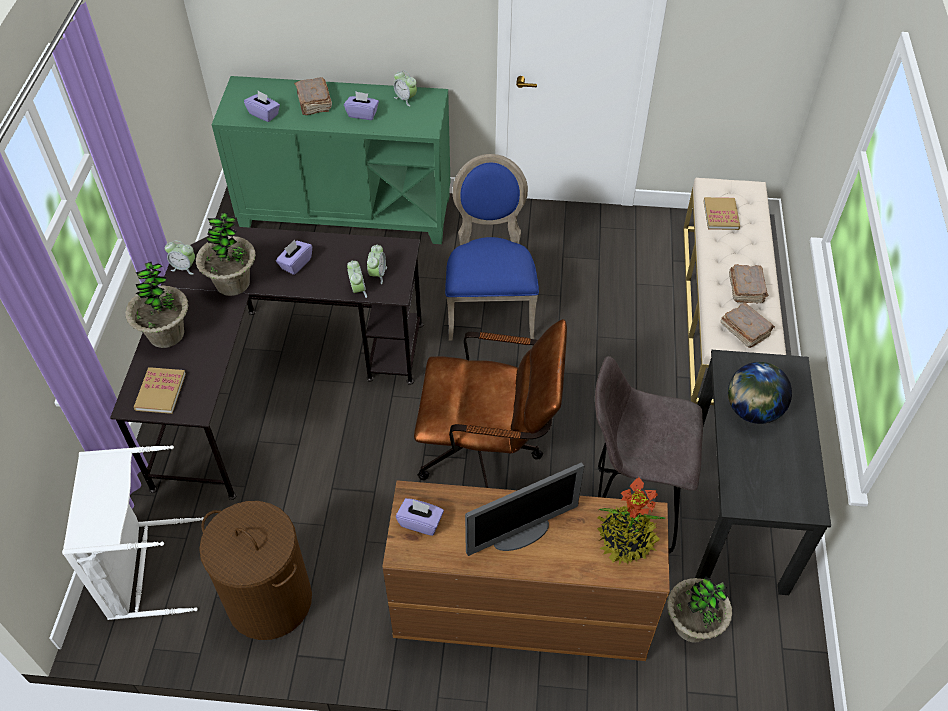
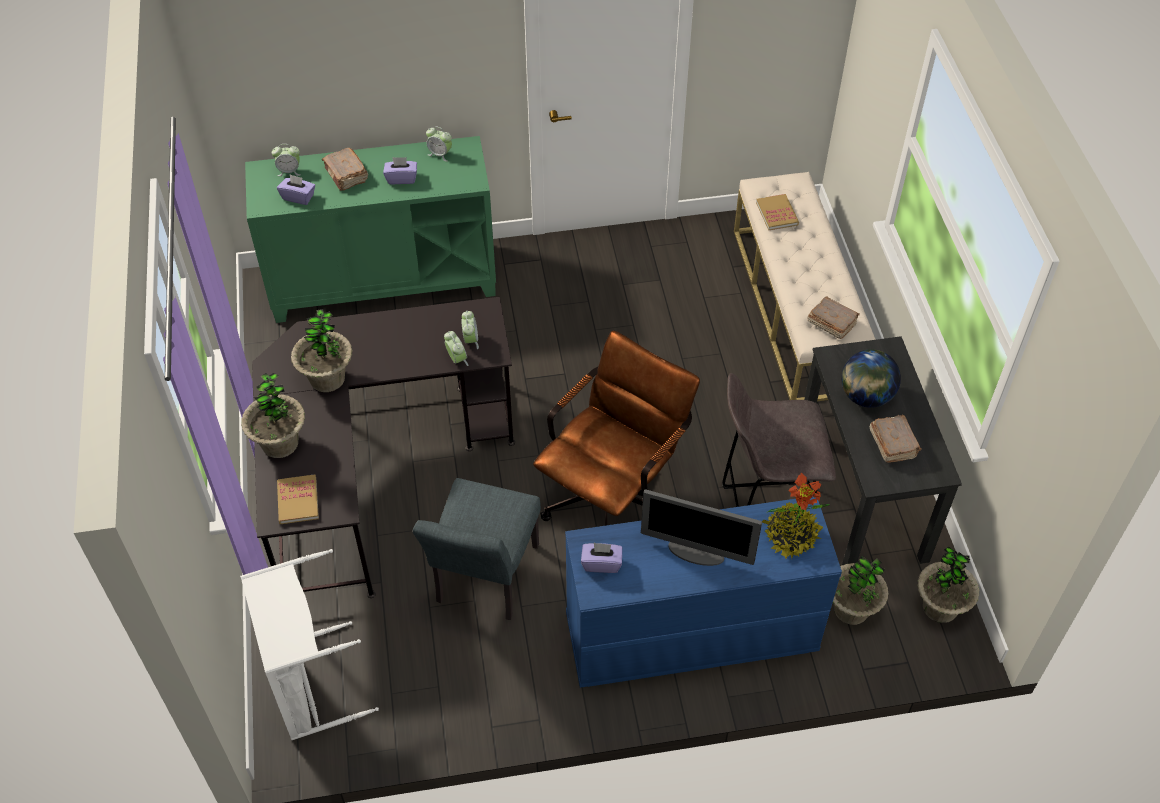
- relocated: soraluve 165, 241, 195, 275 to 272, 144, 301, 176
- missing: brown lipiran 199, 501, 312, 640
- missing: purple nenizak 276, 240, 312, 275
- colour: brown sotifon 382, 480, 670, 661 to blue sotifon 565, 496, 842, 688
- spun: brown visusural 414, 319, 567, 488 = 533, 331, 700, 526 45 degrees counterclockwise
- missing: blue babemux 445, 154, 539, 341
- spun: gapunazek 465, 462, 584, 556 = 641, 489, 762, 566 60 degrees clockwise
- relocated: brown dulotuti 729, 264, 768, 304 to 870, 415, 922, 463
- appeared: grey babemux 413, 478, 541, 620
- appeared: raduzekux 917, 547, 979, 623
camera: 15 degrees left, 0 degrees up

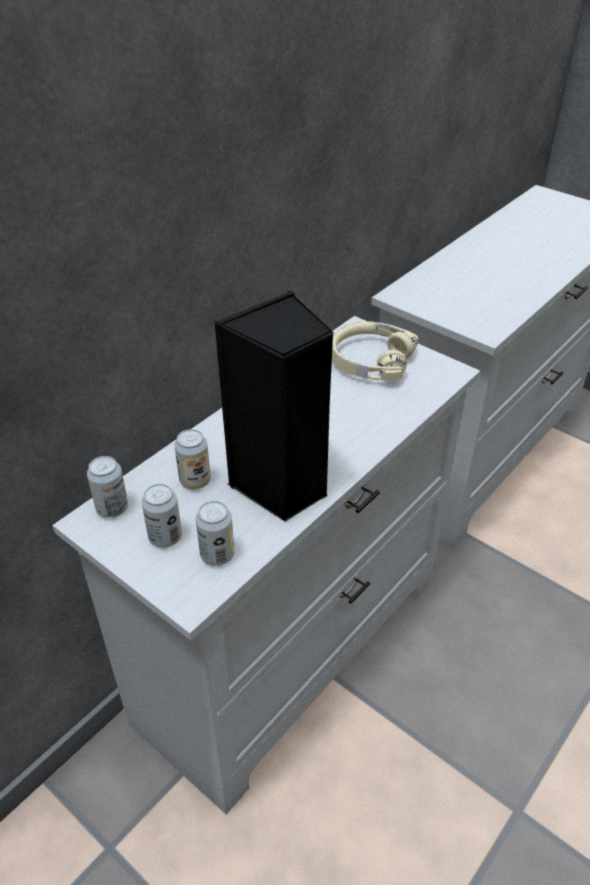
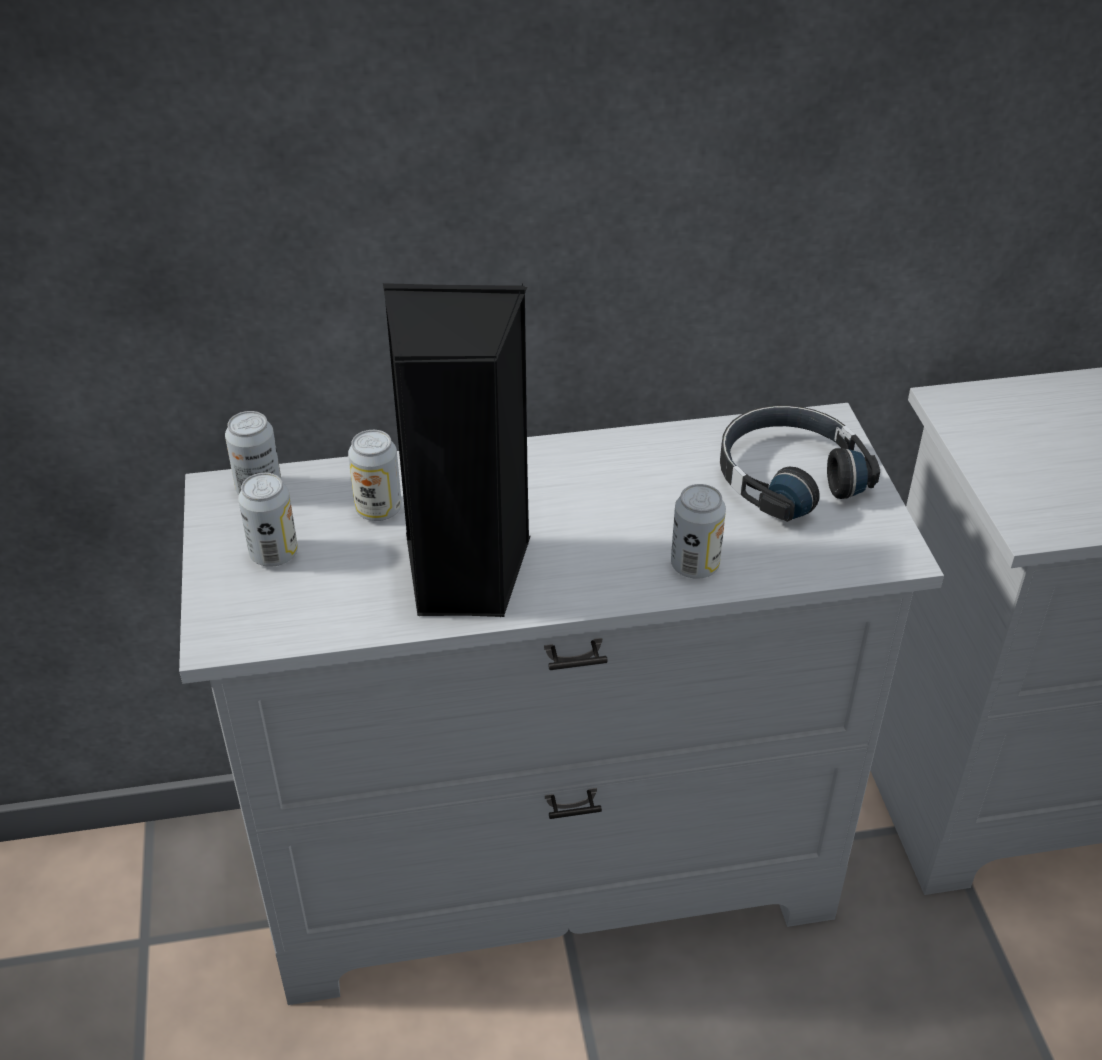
- relocated: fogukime 196, 501, 234, 566 to 671, 484, 726, 579
- colour: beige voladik 332, 321, 418, 380 to black voladik 720, 405, 880, 522
camera: 40 degrees right, 0 degrees up

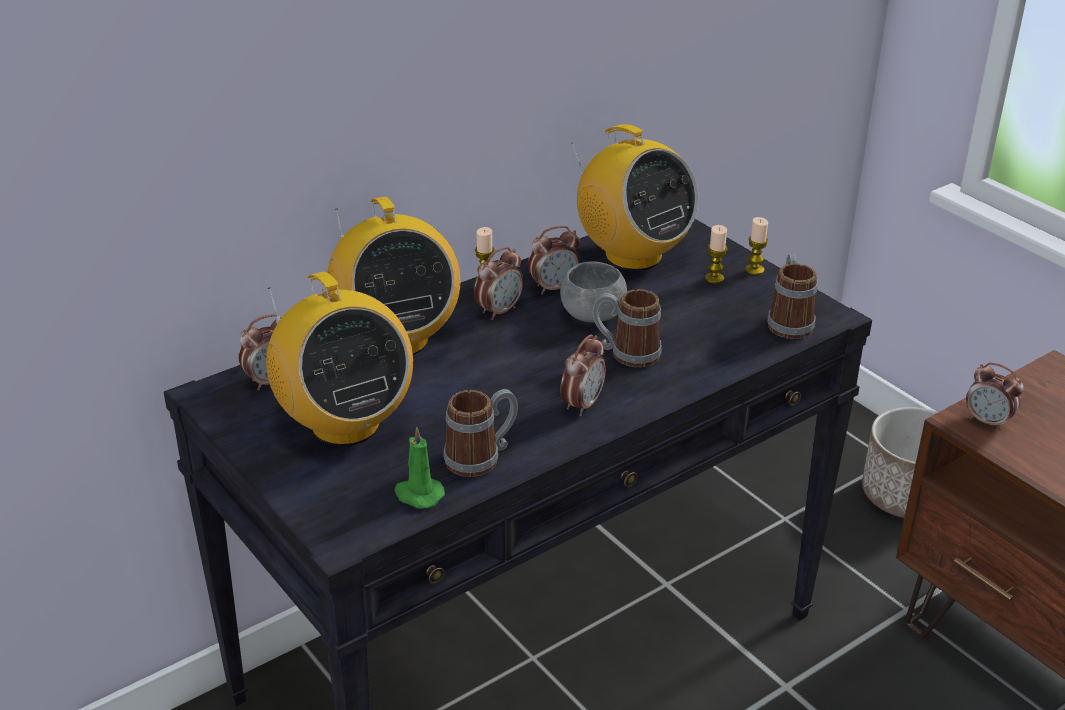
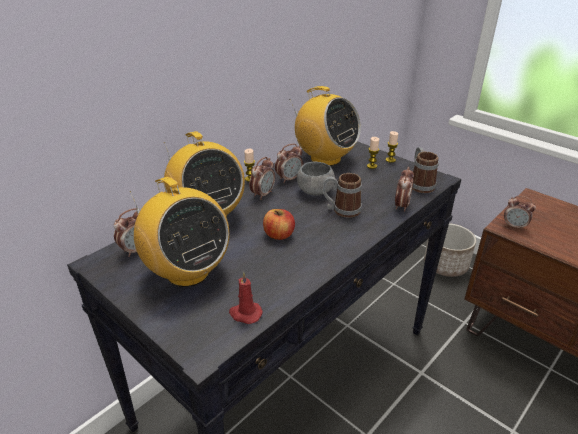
- colour: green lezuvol 395, 427, 445, 509 to red lezuvol 229, 272, 263, 324
- missing: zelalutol 443, 389, 518, 477
- relocated: soraluve 560, 334, 606, 416 to 395, 167, 414, 212
- appeared: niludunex 263, 209, 295, 240
camera: 10 degrees left, 0 degrees up

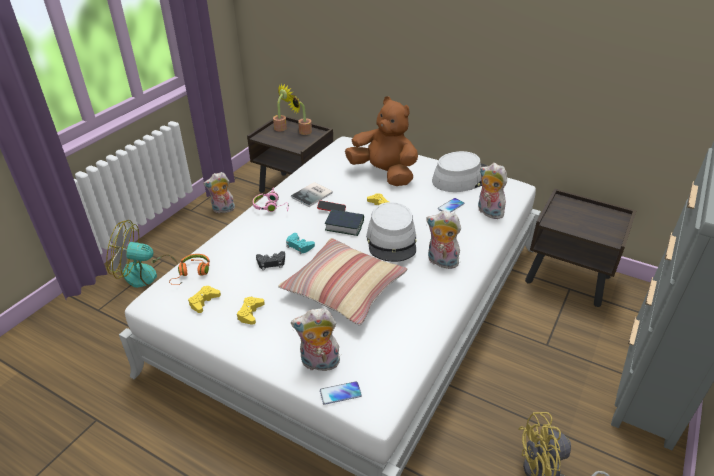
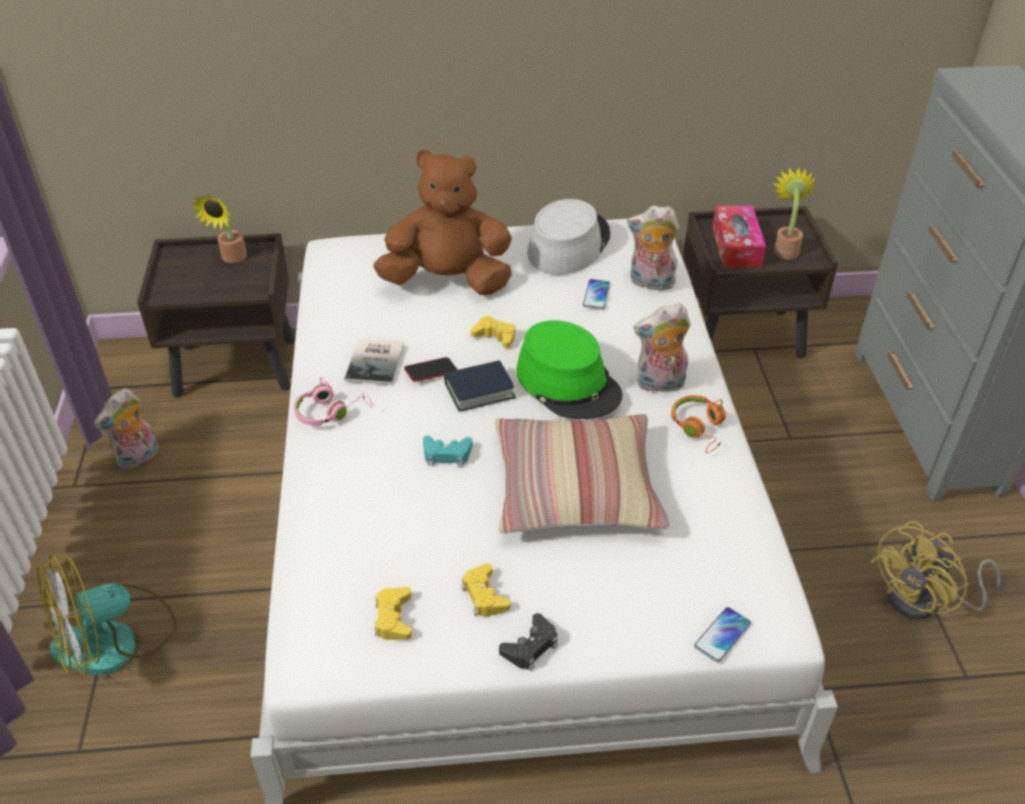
- relocated: orange voladik 169, 254, 210, 285 to 671, 395, 726, 453
- relocated: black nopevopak 256, 251, 285, 270 to 499, 613, 558, 671
- relocated: raduzekux 273, 84, 292, 131 to 773, 167, 816, 260
- missing: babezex 291, 308, 340, 374
- colour: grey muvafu 366, 202, 417, 262 to green muvafu 516, 320, 622, 419
- appeared: nenizak 712, 206, 766, 268
camera: 35 degrees left, 5 degrees up

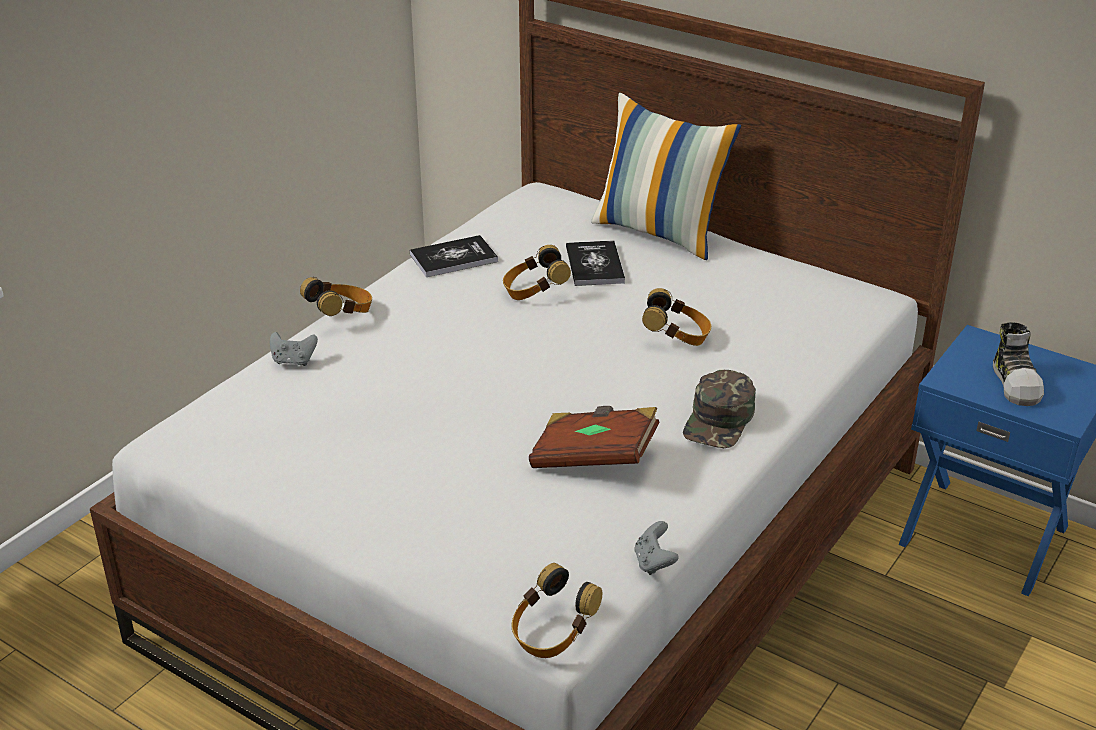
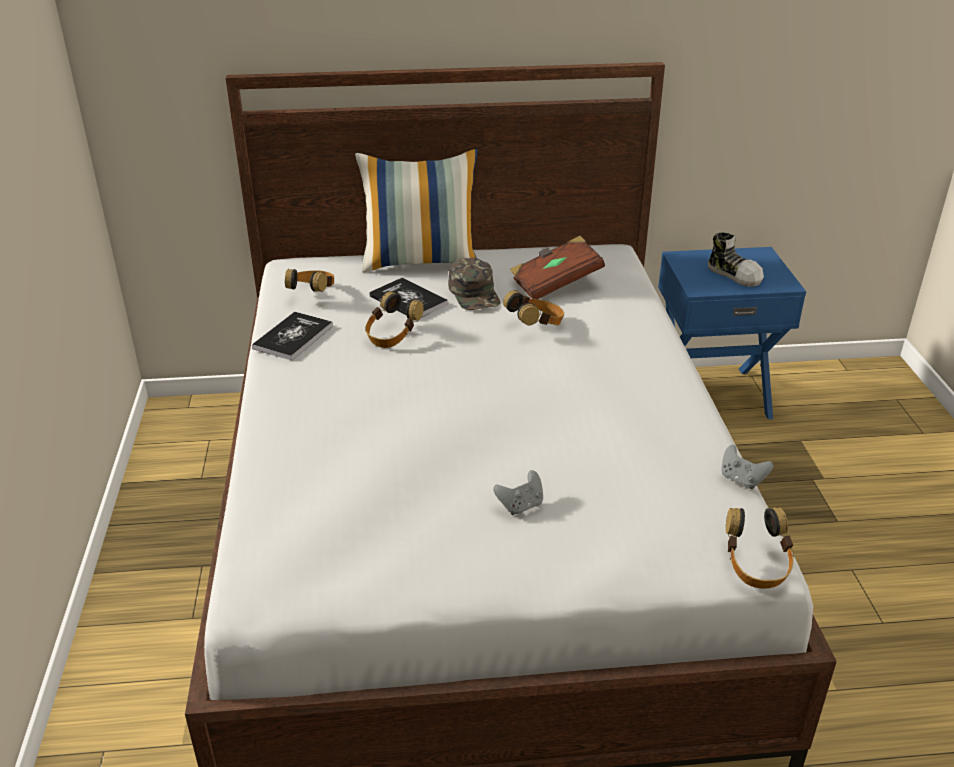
- relocated: grey nopevopak 270, 332, 318, 366 to 493, 470, 543, 515
- relocated: voladik 300, 277, 372, 316 to 285, 269, 334, 292
- relocated: brown dulotuti 529, 406, 660, 468 to 510, 236, 605, 299
- relocated: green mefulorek 683, 370, 756, 448 to 448, 257, 501, 310
camera: 40 degrees left, 0 degrees up

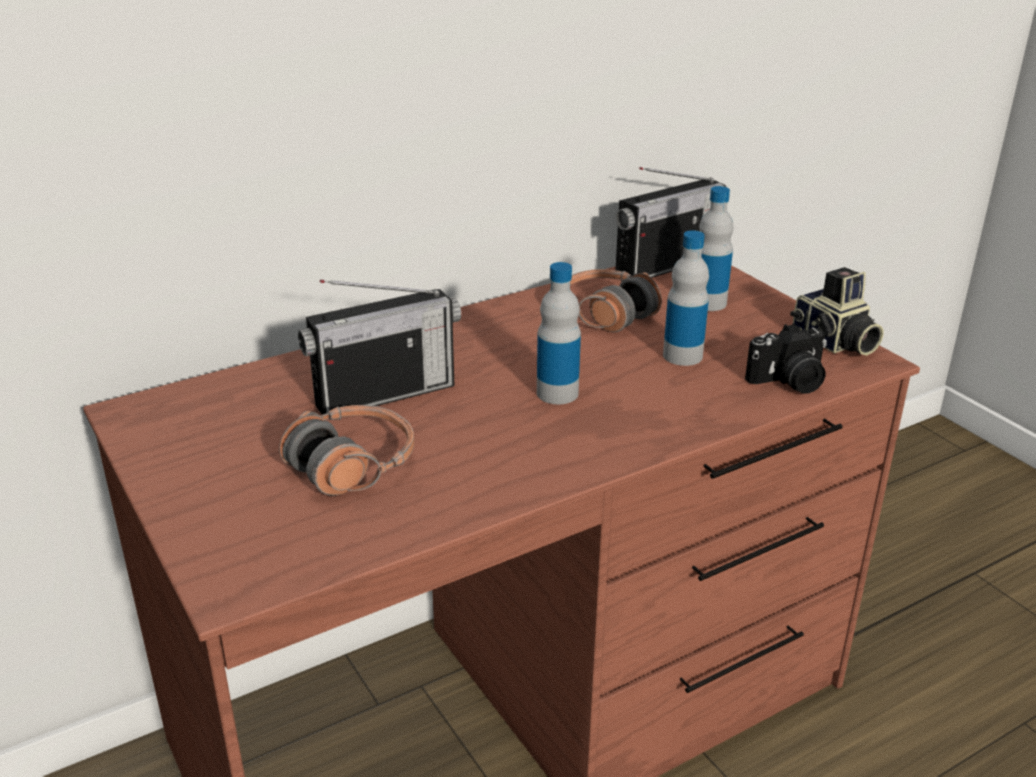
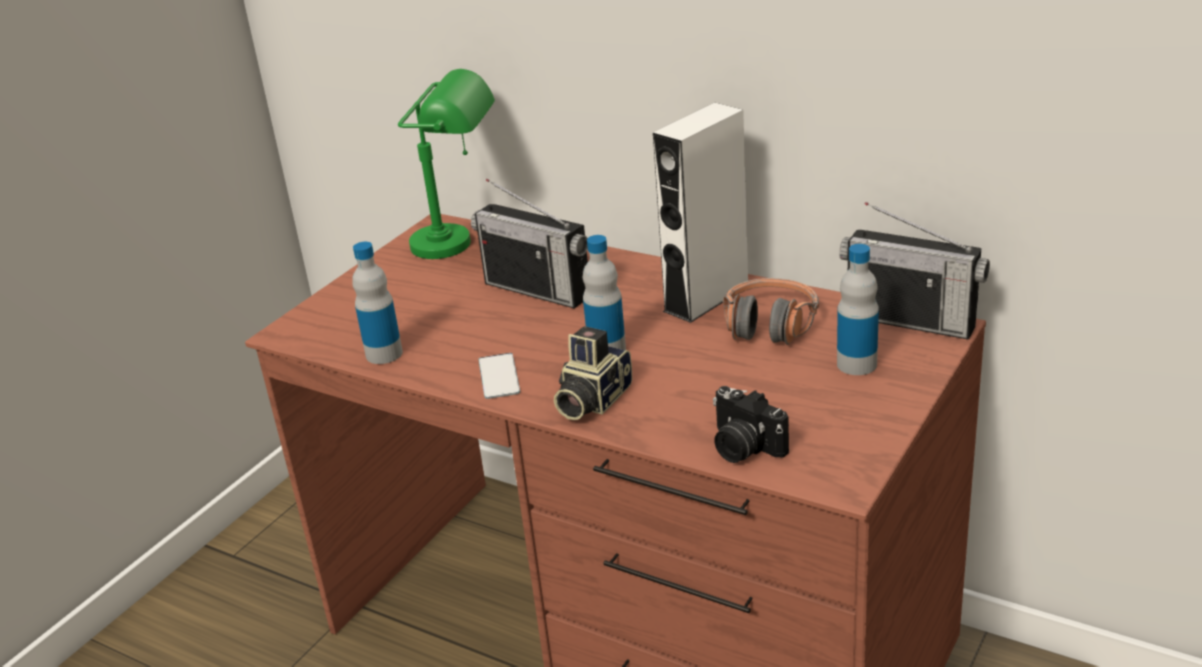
- missing: voladik 279, 405, 414, 496
- relocated: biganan 663, 230, 709, 366 to 352, 242, 403, 364
- relocated: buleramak 790, 267, 884, 356 to 554, 326, 632, 420
- appeared: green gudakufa 398, 69, 495, 259
- appeared: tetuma 478, 353, 520, 399
- appeared: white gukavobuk 653, 103, 748, 323
camera: 65 degrees right, 0 degrees up

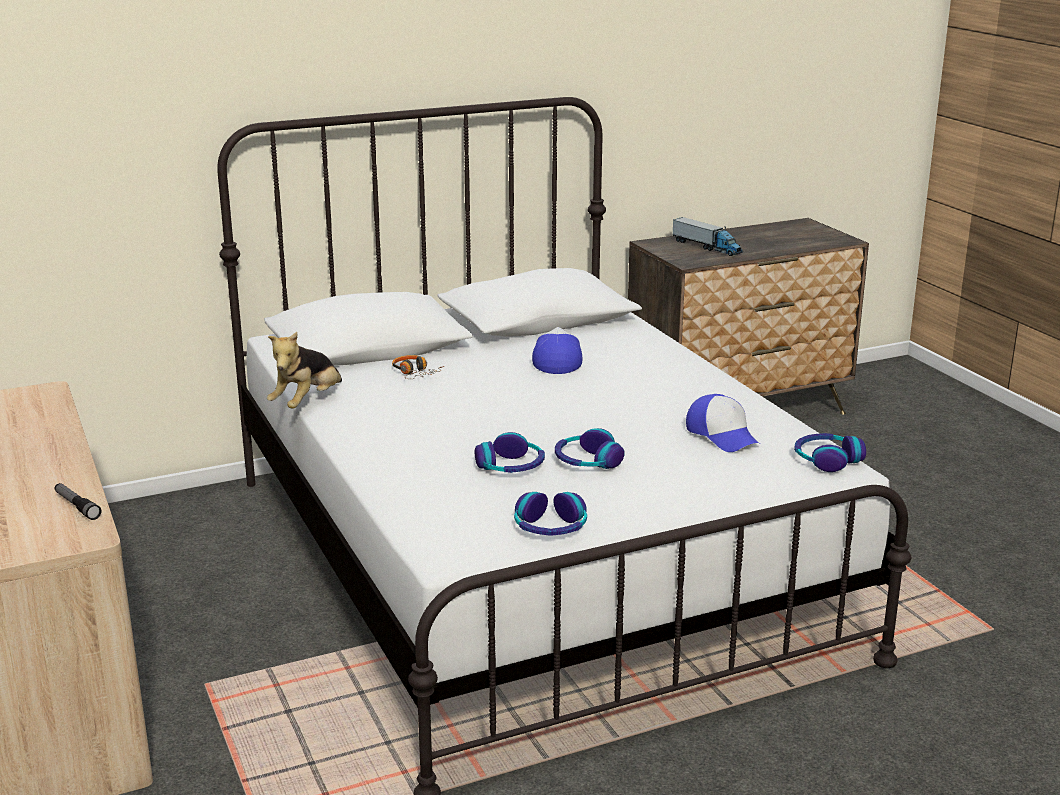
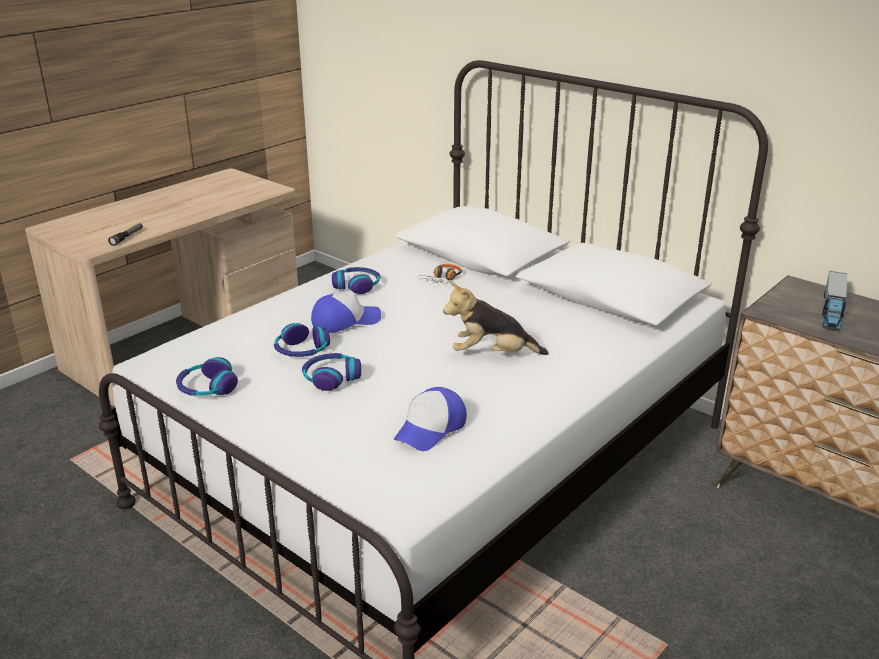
- relocated: babezex 267, 332, 342, 409 to 443, 282, 548, 355
- relocated: mefulorek 532, 327, 582, 374 to 311, 293, 381, 333
- relocated: voladik 794, 433, 866, 472 to 332, 267, 380, 294
camera: 65 degrees right, 5 degrees up

